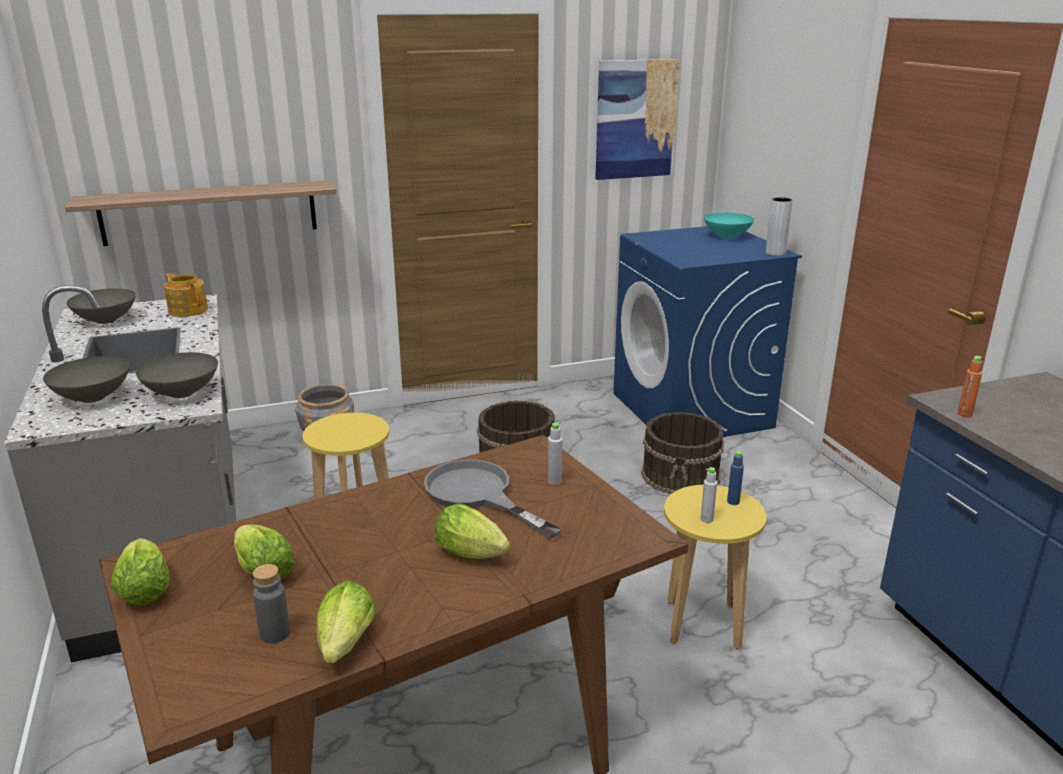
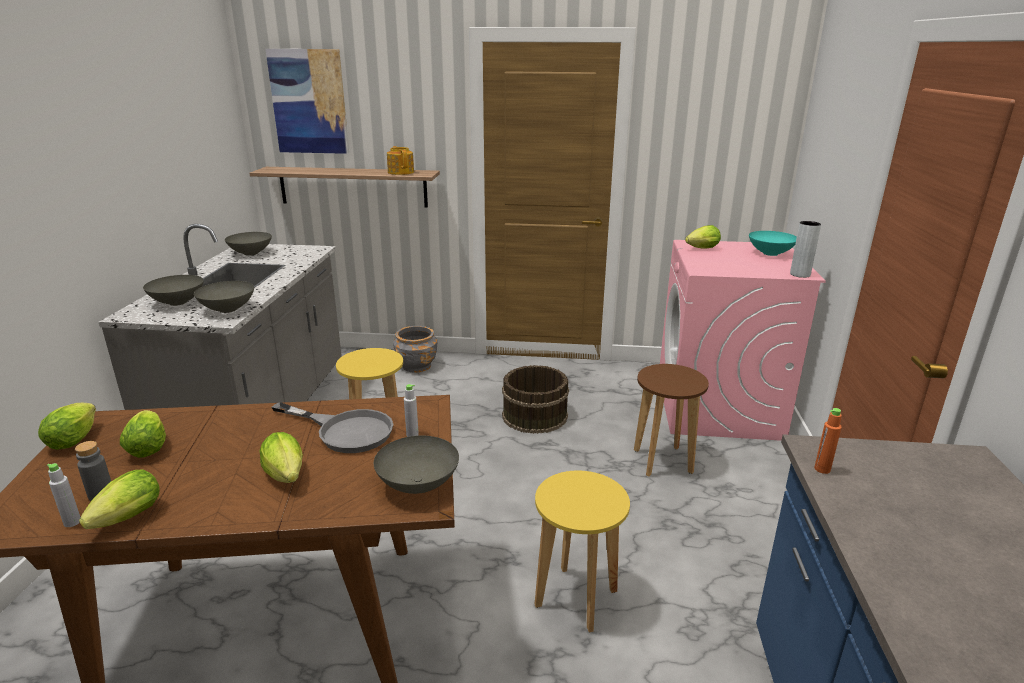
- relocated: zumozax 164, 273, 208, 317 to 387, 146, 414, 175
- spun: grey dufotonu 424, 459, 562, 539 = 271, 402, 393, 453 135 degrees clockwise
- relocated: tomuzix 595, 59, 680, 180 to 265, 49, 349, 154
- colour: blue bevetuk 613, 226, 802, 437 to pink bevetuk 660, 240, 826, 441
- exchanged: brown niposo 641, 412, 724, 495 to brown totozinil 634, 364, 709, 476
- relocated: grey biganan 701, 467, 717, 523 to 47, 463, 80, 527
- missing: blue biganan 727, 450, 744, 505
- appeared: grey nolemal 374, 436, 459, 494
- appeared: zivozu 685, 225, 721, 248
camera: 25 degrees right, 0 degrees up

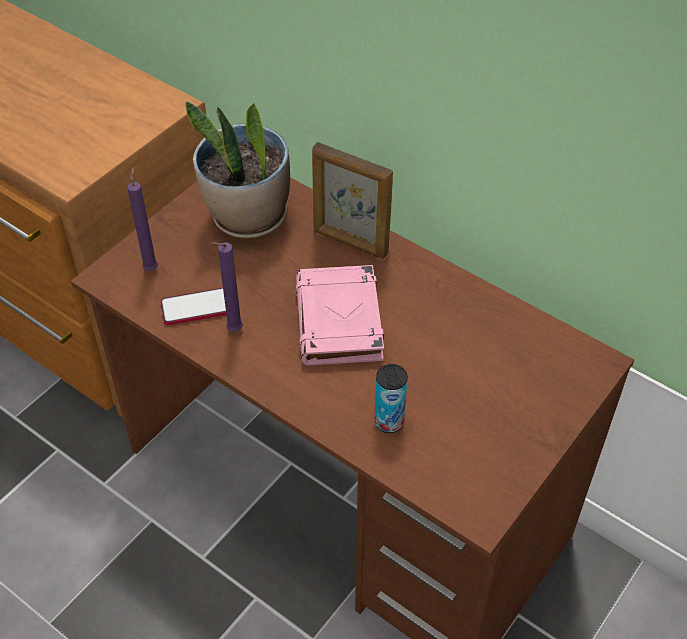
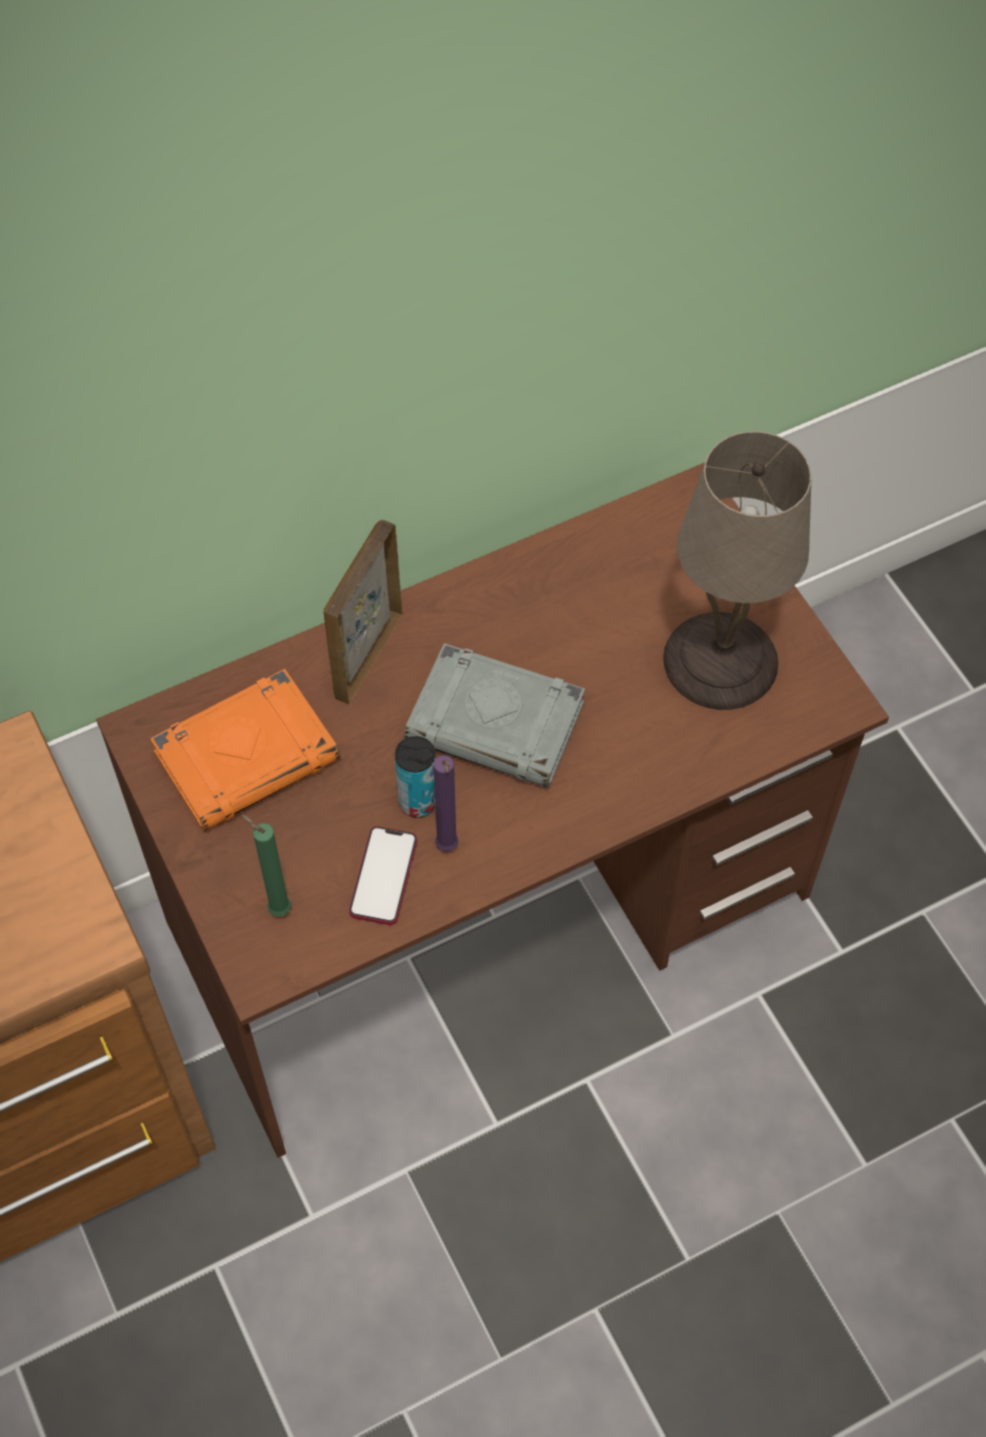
- colour: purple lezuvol 127, 166, 158, 271 to green lezuvol 241, 814, 291, 917
- exchanged: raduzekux 185, 101, 290, 239 to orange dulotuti 150, 669, 341, 831
- colour: pink dulotuti 296, 265, 384, 365 to grey dulotuti 404, 643, 585, 788
- spun: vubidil 312, 142, 393, 259 = 323, 520, 402, 704 150 degrees clockwise
- relocated: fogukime 374, 364, 408, 433 to 395, 736, 436, 818
- appeared: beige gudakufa 663, 431, 812, 710
camera: 65 degrees left, 10 degrees up

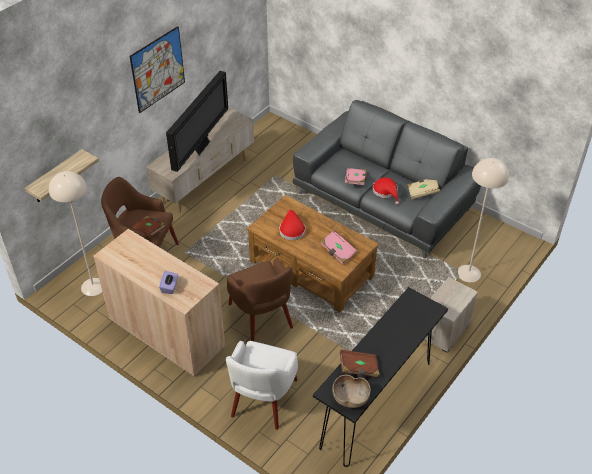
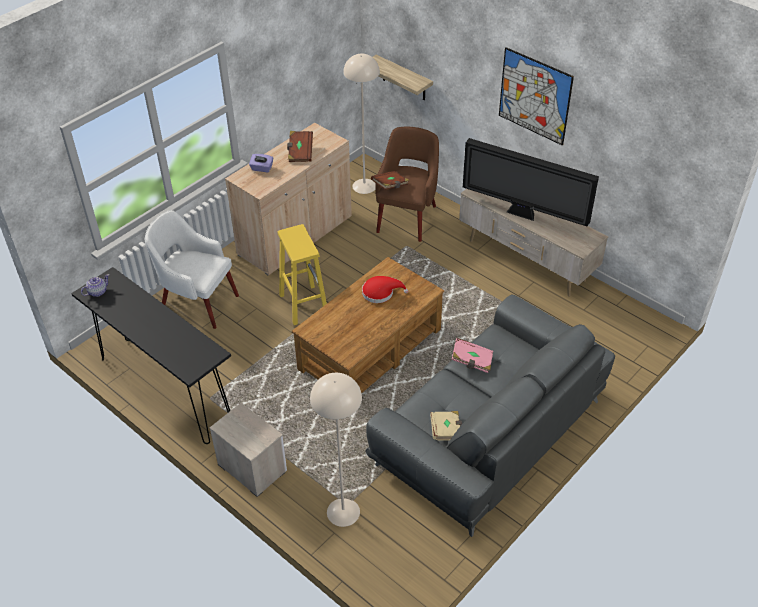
- exchanged: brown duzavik 227, 258, 293, 342 to yellow totozinil 278, 224, 327, 325
- missing: pink dulotuti 320, 230, 357, 264
- exchanged: brown nolemal 332, 375, 371, 408 to zumozax 81, 274, 109, 297
- relocated: brown dulotuti 340, 350, 380, 378 to 287, 131, 313, 162
- missing: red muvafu 373, 177, 399, 205
camera: 95 degrees right, 0 degrees up

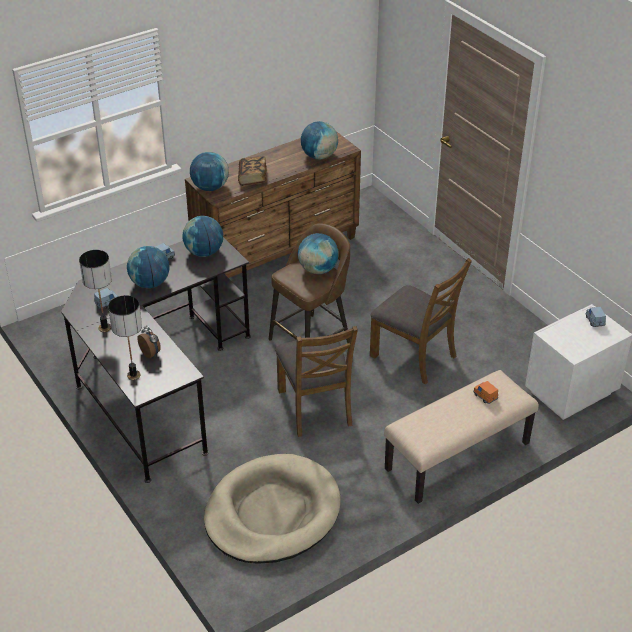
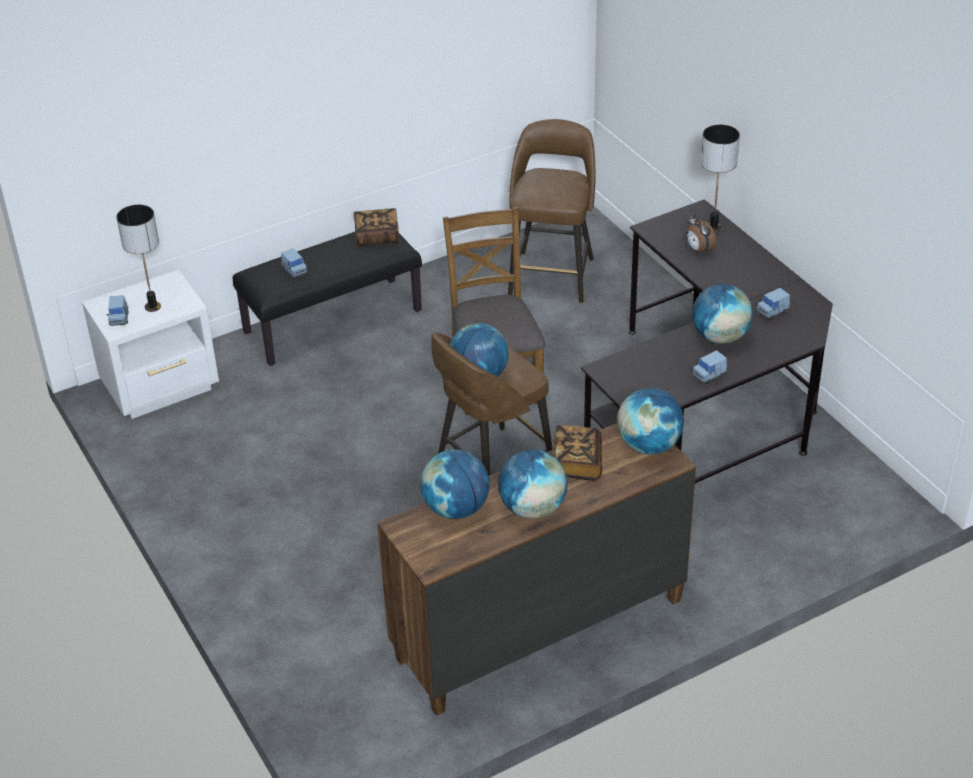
- relocated: gudakufa 79, 250, 112, 332 to 116, 205, 161, 312
- relocated: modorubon 182, 216, 223, 257 to 498, 449, 567, 519
- exchanged: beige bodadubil 204, 454, 341, 564 to brown totozinil 508, 119, 595, 303
- missing: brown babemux 370, 258, 472, 384
- colour: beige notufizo 384, 370, 539, 504 to black notufizo 233, 232, 422, 366
- colour: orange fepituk 473, 381, 498, 404 to blue fepituk 281, 248, 308, 278
- appeared: dulotuti 354, 208, 399, 246
camera: 175 degrees left, 0 degrees up

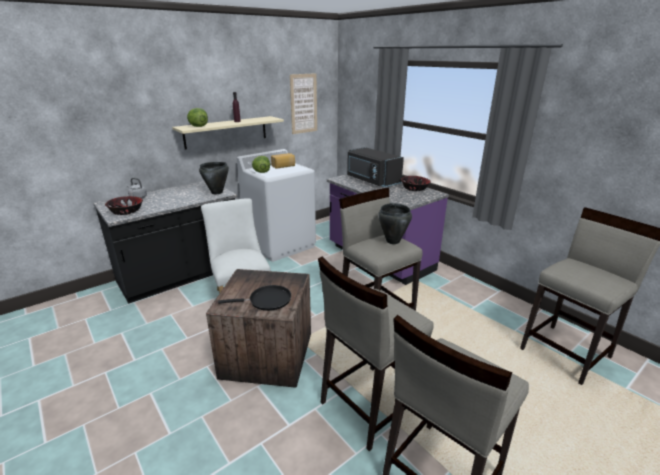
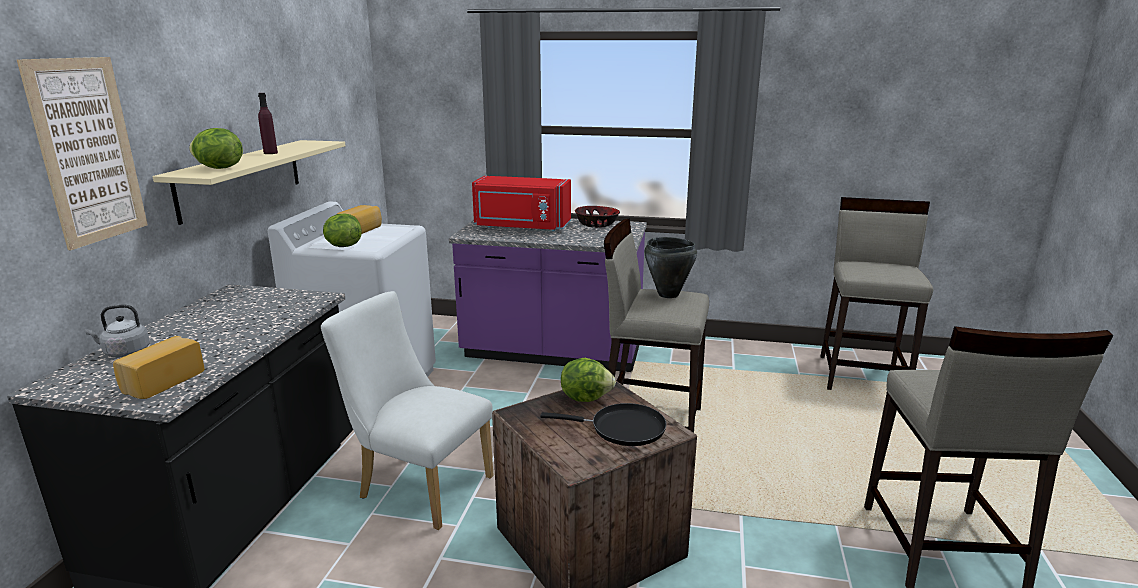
- exchanged: nolemal 105, 196, 143, 215 to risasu 113, 336, 205, 399
- missing: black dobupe 199, 162, 229, 194
- spun: black dufotonu 218, 285, 291, 311 = 540, 403, 667, 446 60 degrees clockwise
- relocated: tomuzix 290, 73, 317, 134 to 17, 57, 148, 250
- missing: beige totozinil 318, 257, 434, 451
- colour: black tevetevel 347, 147, 404, 187 to red tevetevel 472, 176, 571, 231
- appeared: zivozu 561, 358, 616, 402
camera: 40 degrees left, 5 degrees down

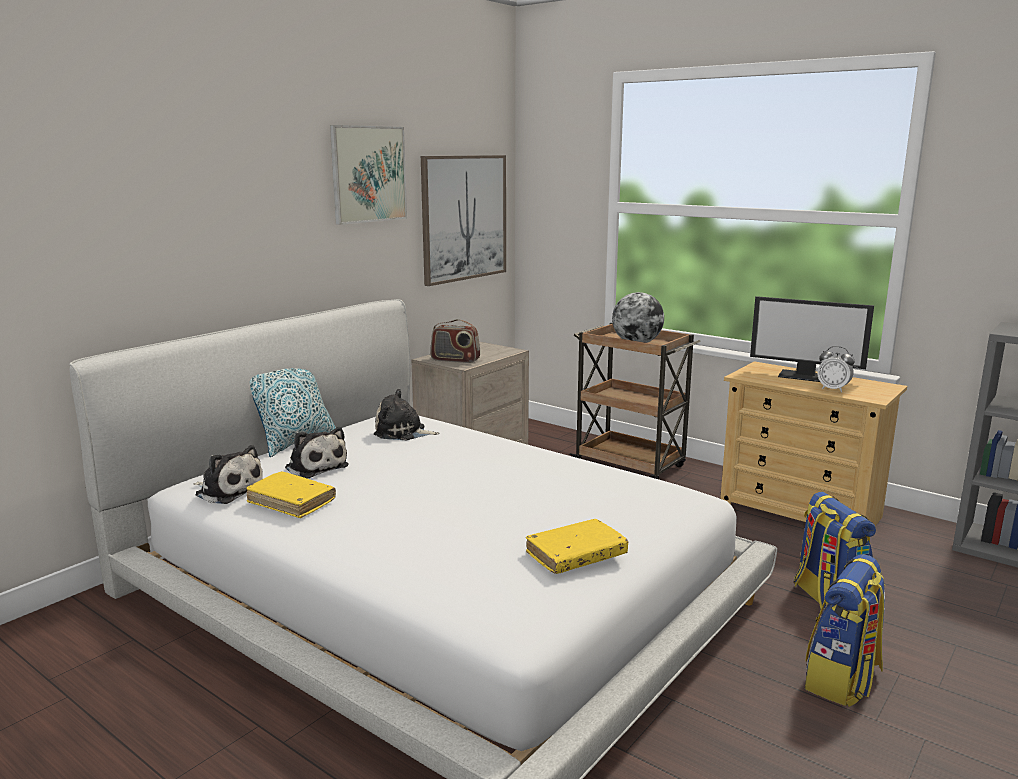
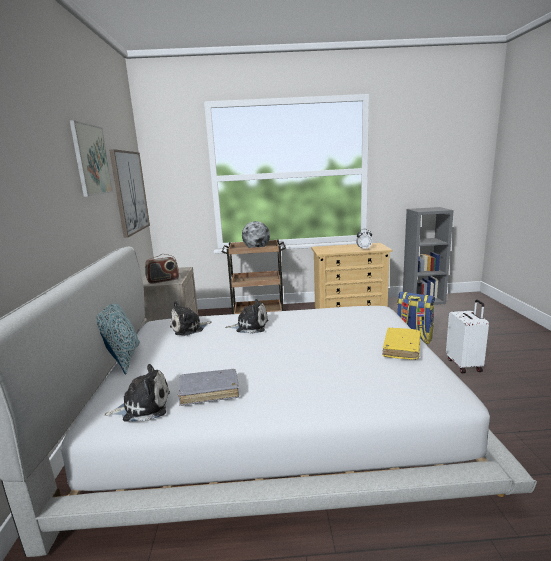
- colour: yellow dulotuti 246, 471, 336, 518 to grey dulotuti 178, 369, 239, 406
- relocated: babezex 285, 427, 349, 479 to 225, 299, 268, 334
- missing: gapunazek 750, 296, 874, 382
- exchanged: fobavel 805, 554, 885, 707 to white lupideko 446, 300, 489, 373
camera: 40 degrees left, 0 degrees up

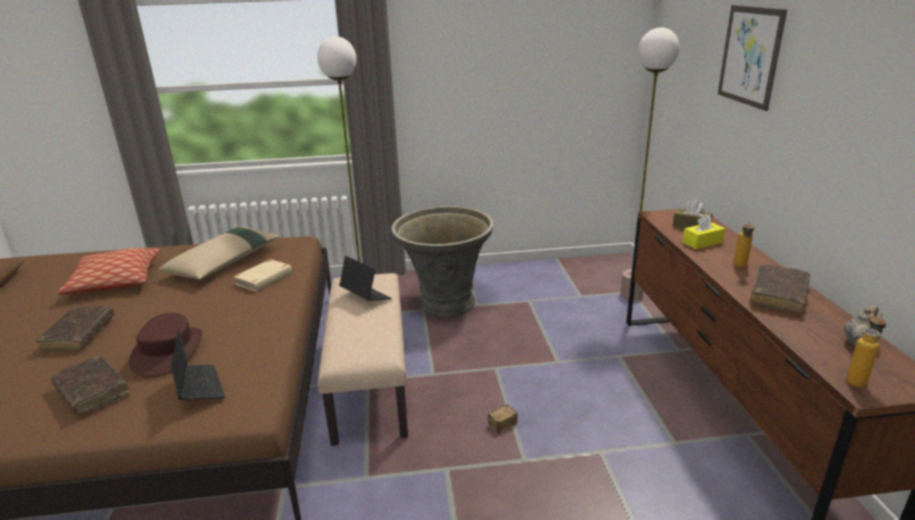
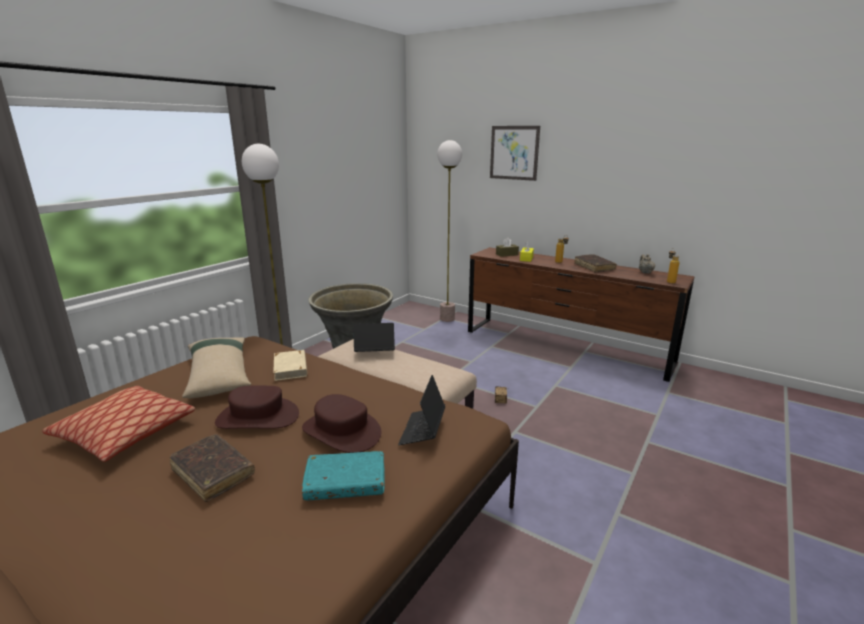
- colour: brown dulotuti 51, 355, 130, 415 to turquoise dulotuti 302, 451, 385, 500
- spun: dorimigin 171, 329, 225, 400 = 398, 375, 445, 445 90 degrees counterclockwise
- appeared: brown muvafu 215, 385, 299, 429
camera: 50 degrees left, 5 degrees down

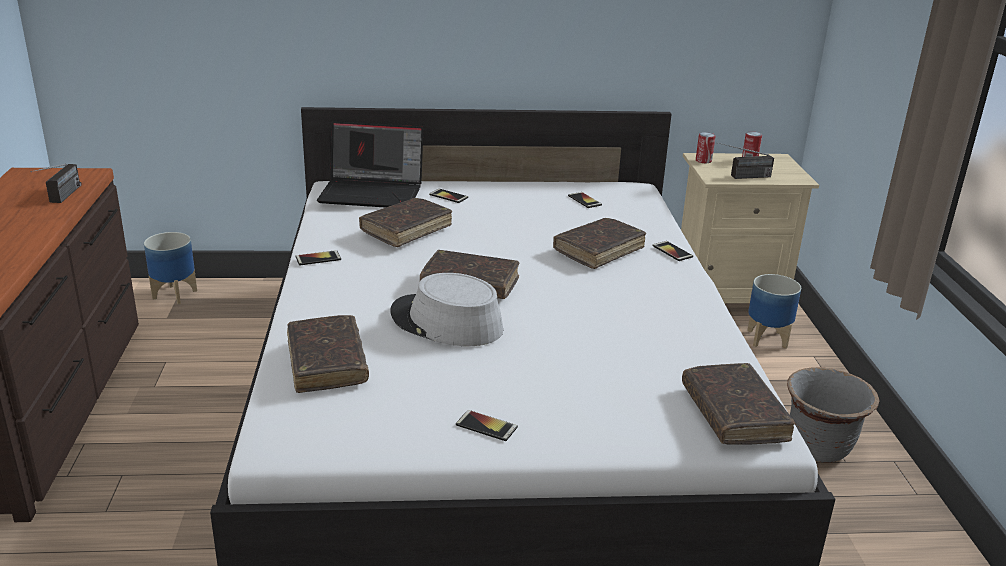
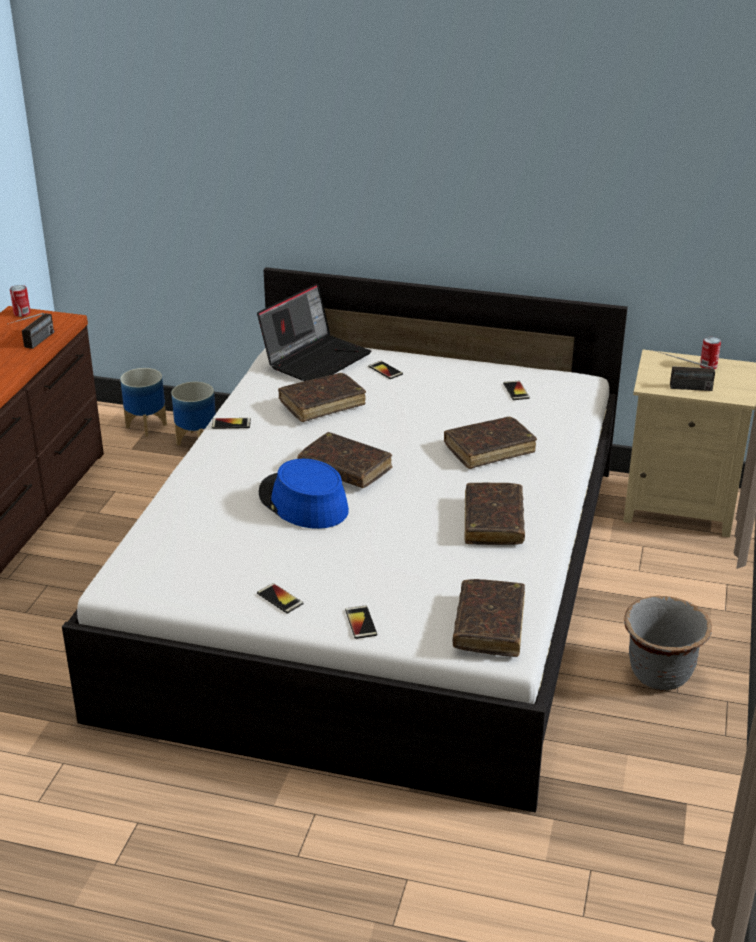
- relocated: brown dulotuti 287, 315, 369, 393 to 464, 483, 525, 545
- spun: dorimigin 317, 121, 423, 208 = 257, 283, 371, 381 75 degrees counterclockwise
- colour: grey muvafu 391, 273, 503, 346 to blue muvafu 259, 459, 349, 529
- relocated: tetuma 653, 241, 693, 261 to 345, 605, 377, 639
- relocated: fogukime 696, 132, 715, 163 to 10, 285, 30, 317
- relocated: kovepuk 747, 274, 801, 349 to 171, 382, 216, 446
camera: 20 degrees right, 5 degrees up

